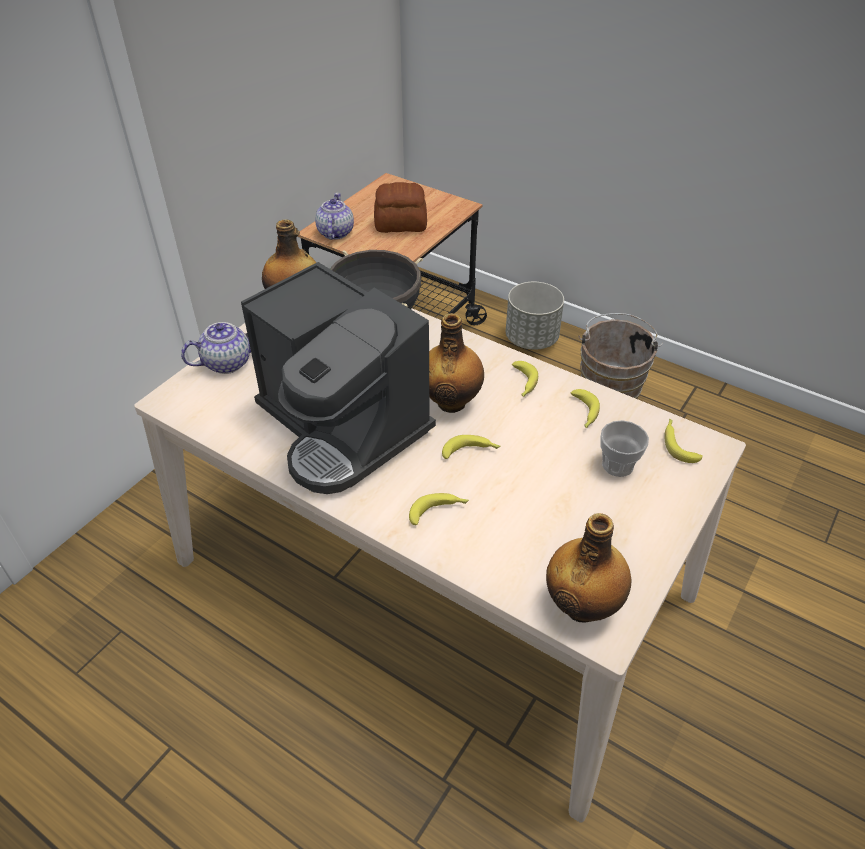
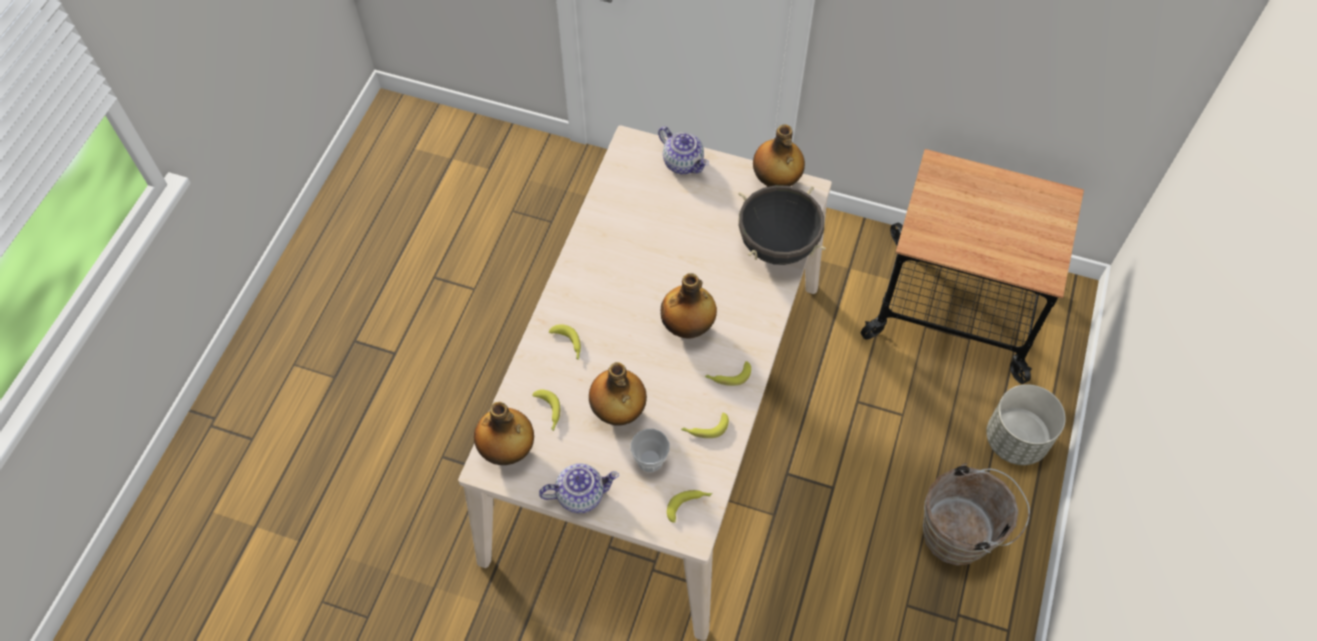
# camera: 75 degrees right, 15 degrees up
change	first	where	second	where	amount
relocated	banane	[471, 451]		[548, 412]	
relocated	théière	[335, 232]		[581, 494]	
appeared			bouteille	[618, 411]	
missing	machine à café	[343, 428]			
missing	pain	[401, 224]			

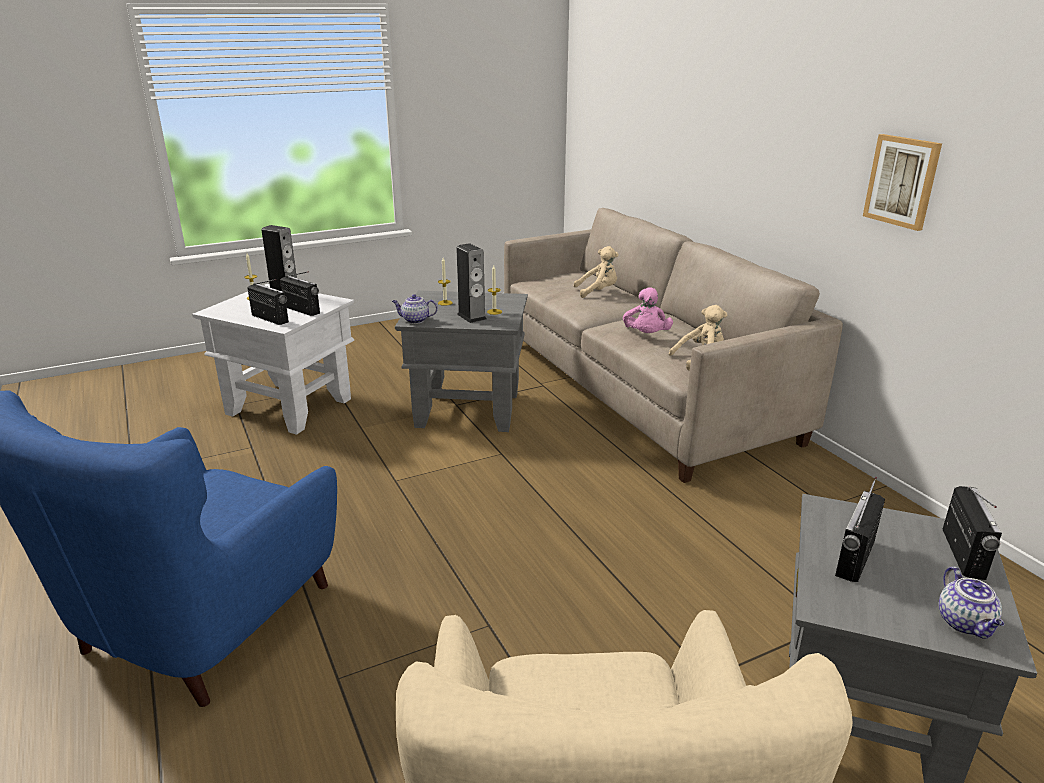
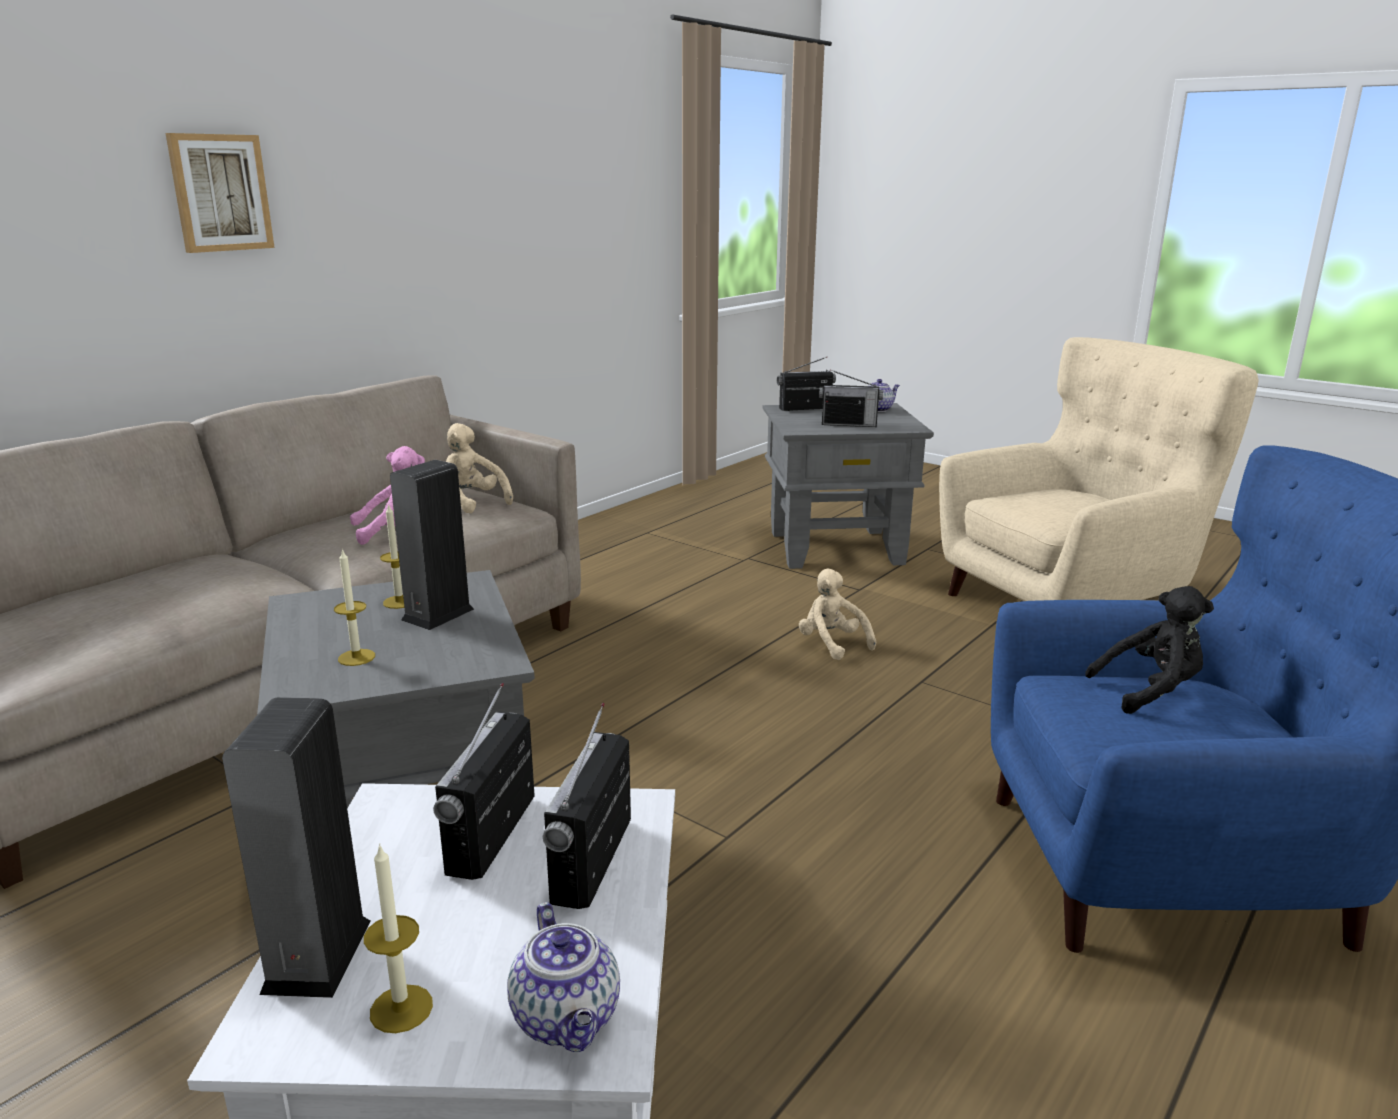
# camera: 115 degrees left, 5 degrees down
change	first	where	second	where	amount
relocated	tableau	[902, 181]		[220, 193]	
relocated	théière	[415, 320]		[568, 1019]	
relocated	peluche/beige	[598, 292]		[832, 644]	
appeared			peluche/noir	[1150, 691]	

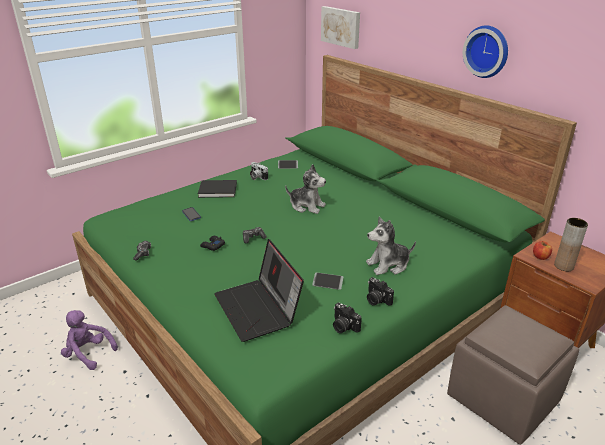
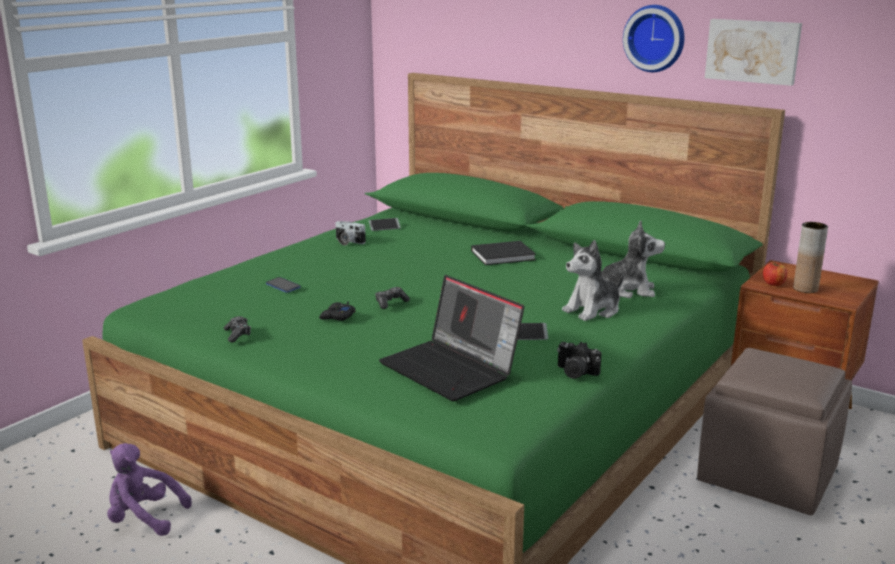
# camera: 15 degrees left, 10 degrees down
change	first	where	second	where	amount
relocated	livre/noir	[219, 190]		[504, 255]	
relocated	peluche	[307, 206]		[628, 290]	
relocated	tableau	[341, 26]		[753, 51]	
missing	appareil photo	[376, 300]			

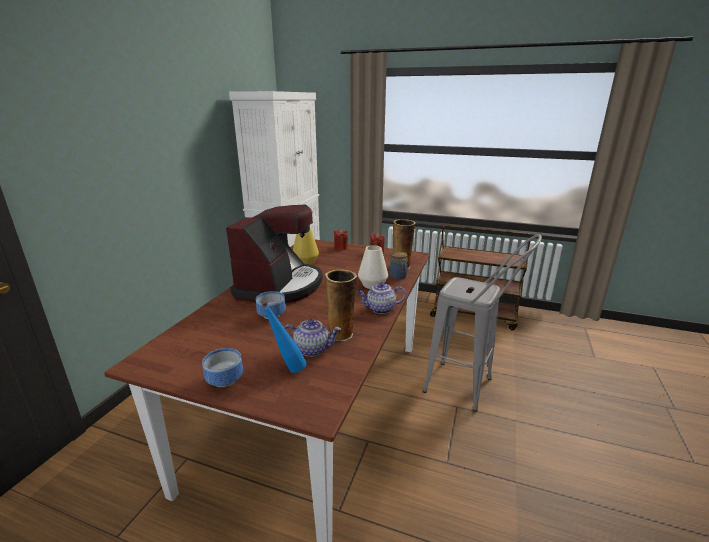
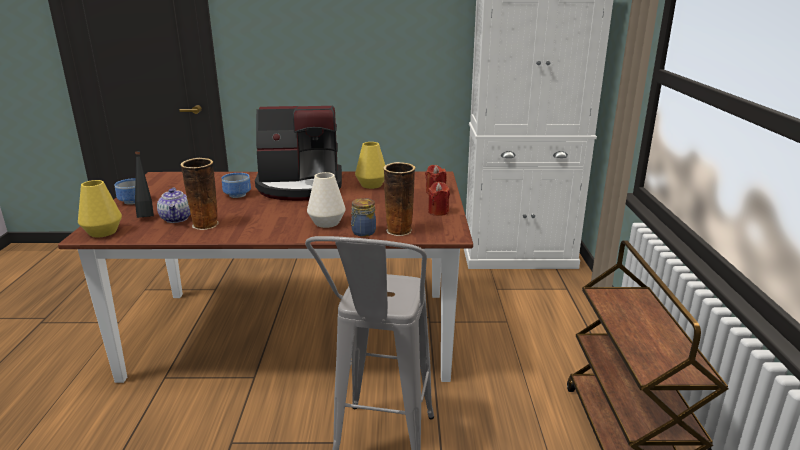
# camera: 70 degrees right, 0 degrees up
change	first	where	second	where	amount
appeared			vase/jaune	[103, 232]	
colour	bouteille/bleu	[287, 368]	bouteille/noir	[146, 216]	
missing	théière	[380, 309]			

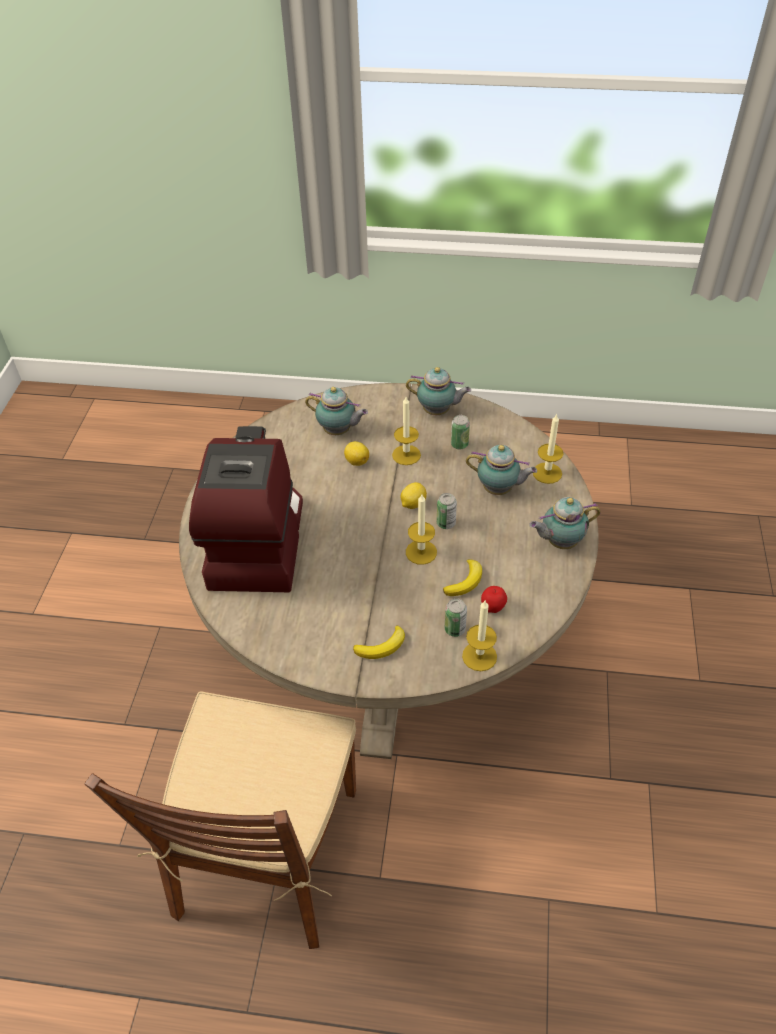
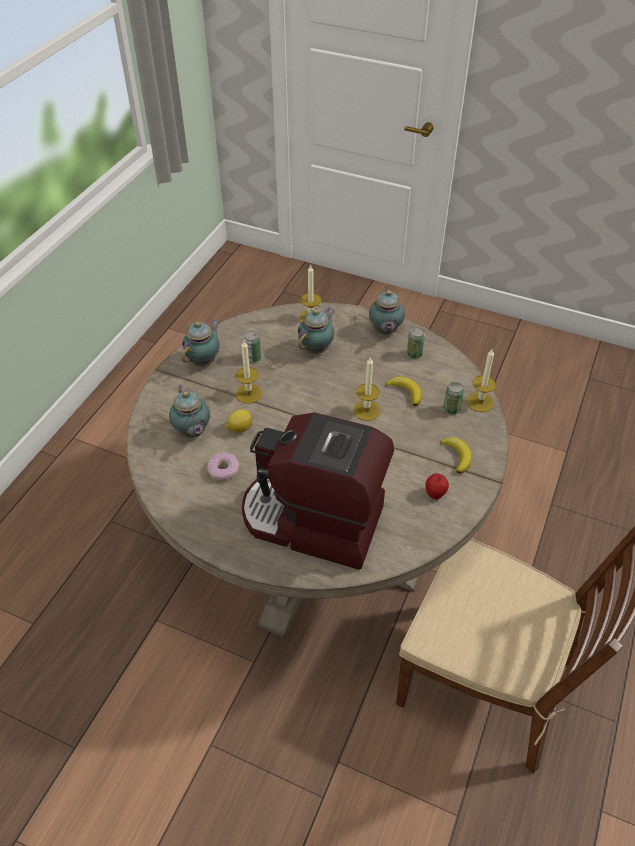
# camera: 75 degrees left, 0 degrees up
change	first	where	second	where	amount
spun	théière	[338, 431]		[192, 433]	120 degrees clockwise
appeared			beignet	[223, 470]	
relocated	boîte métallique	[446, 523]		[414, 354]	
relocated	pomme	[493, 608]		[435, 494]	
missing	citron	[412, 504]			

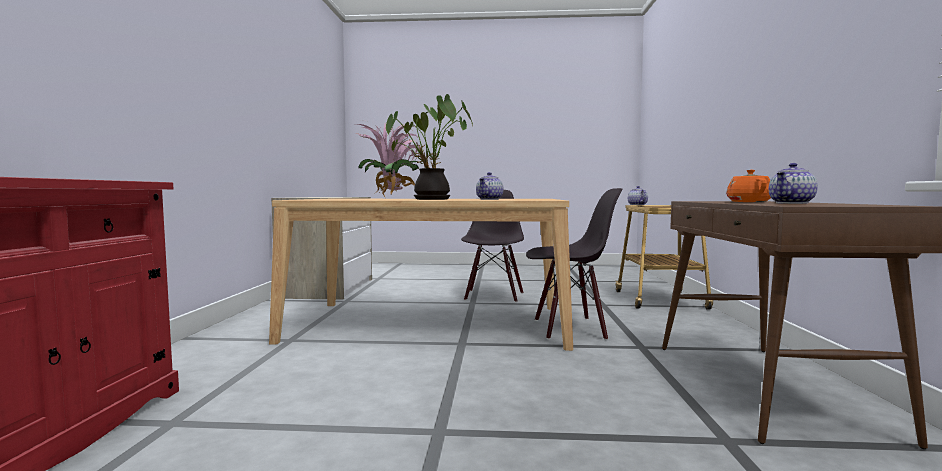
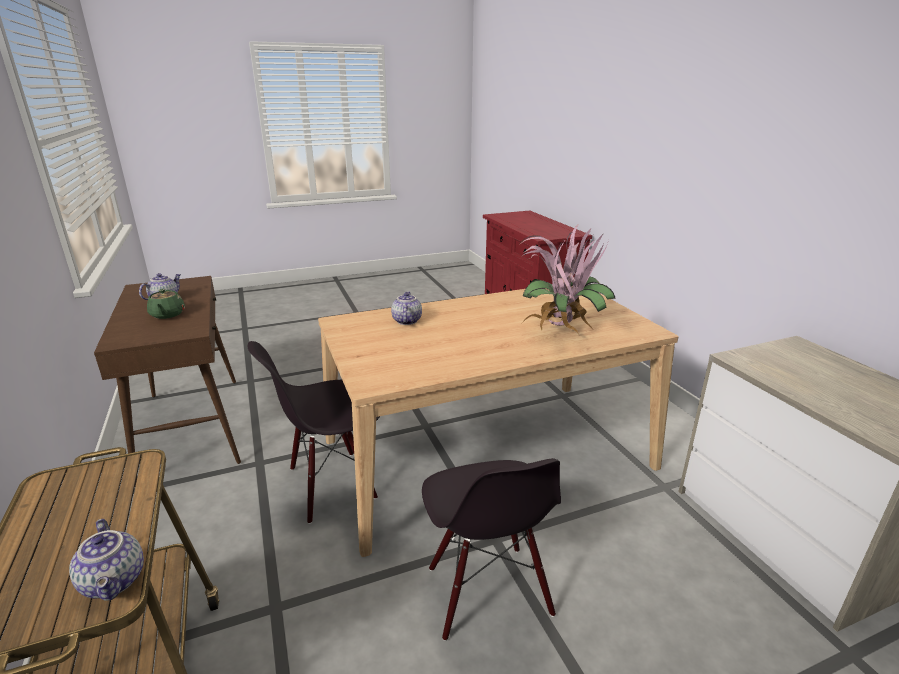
# camera: 155 degrees right, 20 degrees up
change	first	where	second	where	amount
colour	théière/orange	[748, 202]	théière/vert	[167, 315]	
missing	plante en pot	[430, 199]			

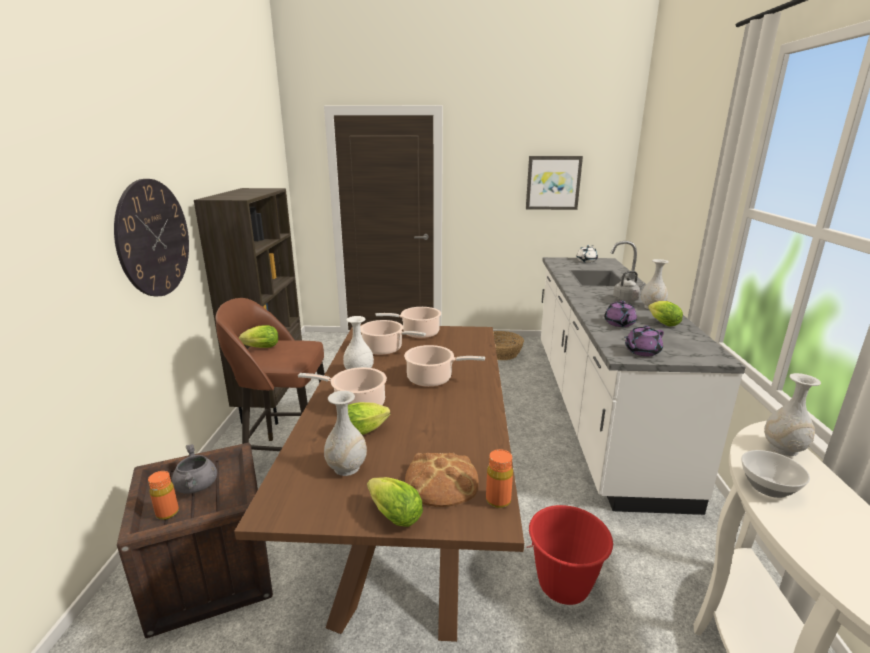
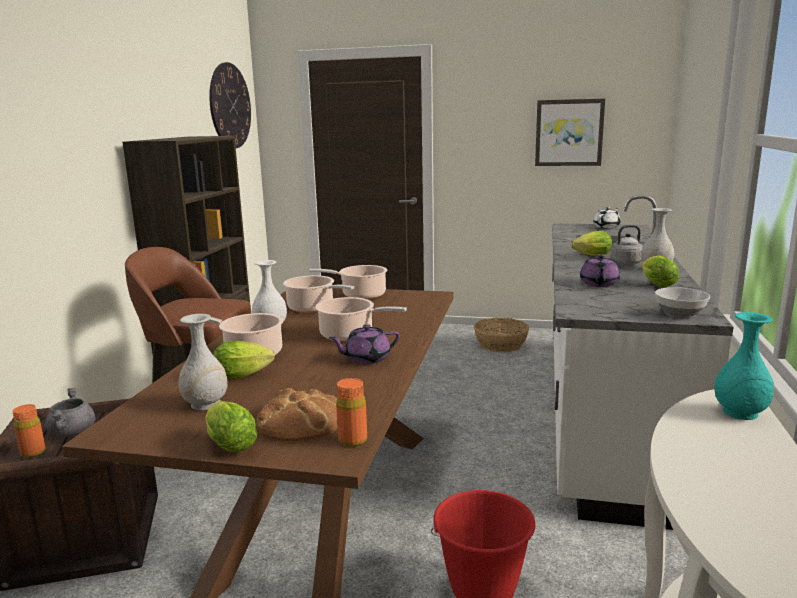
# camera: 10 degrees right, 5 degrees down
change	first	where	second	where	amount
relocated	horloge murale	[154, 238]		[230, 106]	
relocated	théière/violet	[641, 351]		[366, 358]	
relocated	laitue	[259, 348]		[590, 256]	
relocated	bol	[770, 487]		[681, 314]	
colour	vase/blanc	[784, 449]	vase/turquoise	[740, 413]	

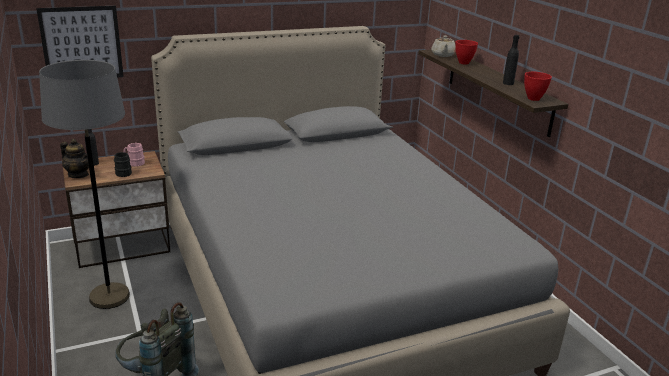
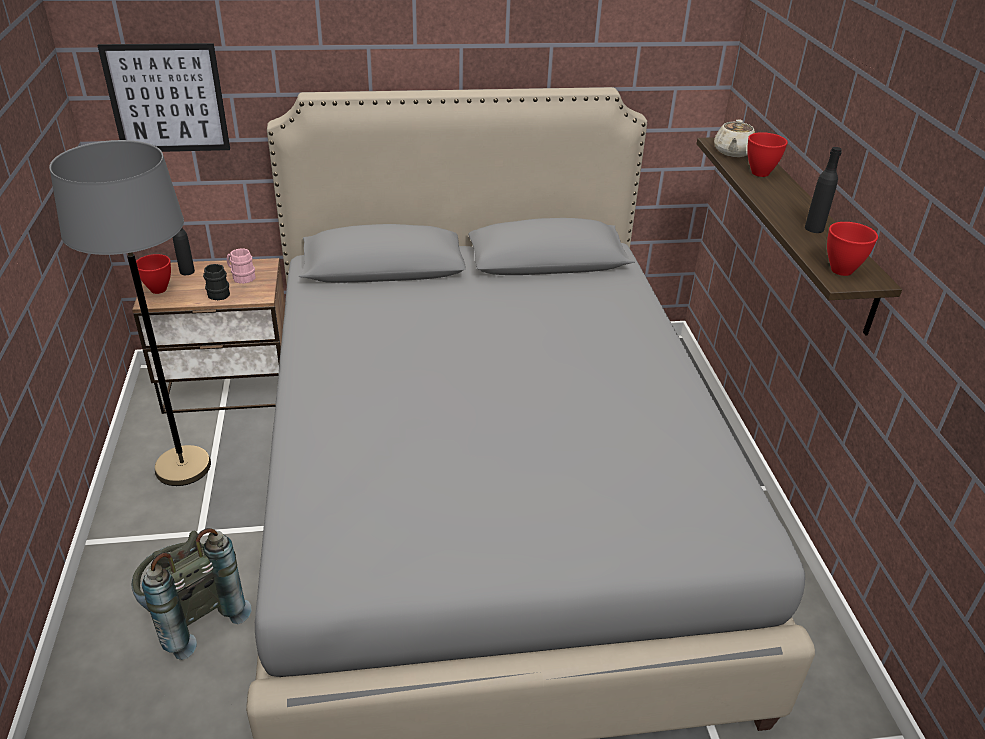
# camera: 15 degrees right, 10 degrees up
change	first	where	second	where	amount
exchanged	théière	[78, 174]	bol/rouge	[159, 289]	

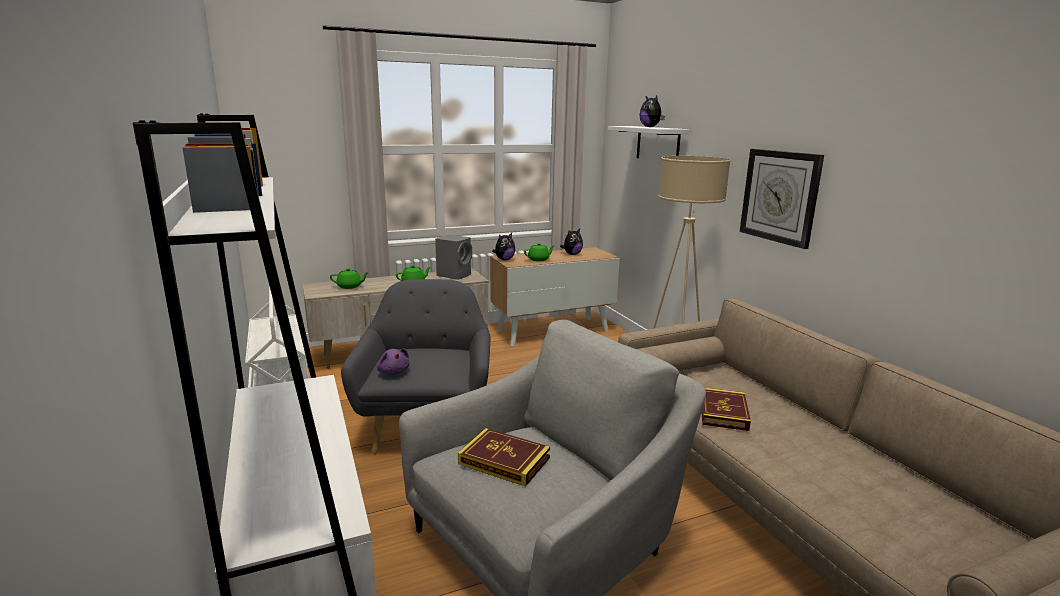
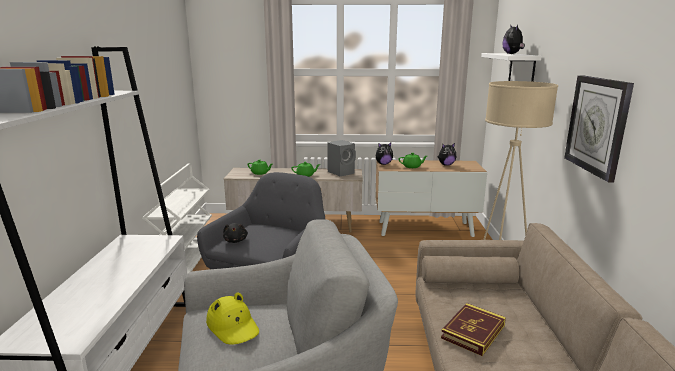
# camera: 25 degrees right, 0 degrees up
change	first	where	second	where	amount
exchanged	livre	[504, 461]	chapeau/jaune	[233, 326]	
colour	peluche/violet	[393, 372]	peluche/noir	[236, 240]	

